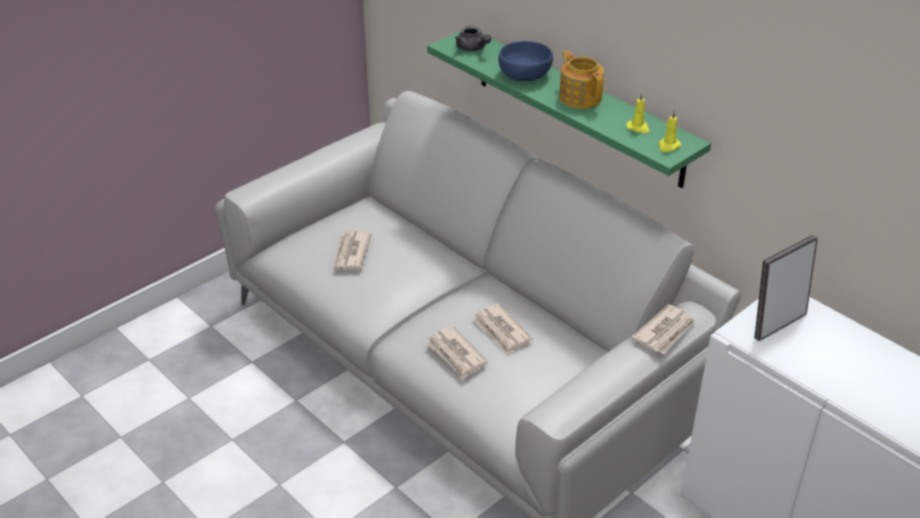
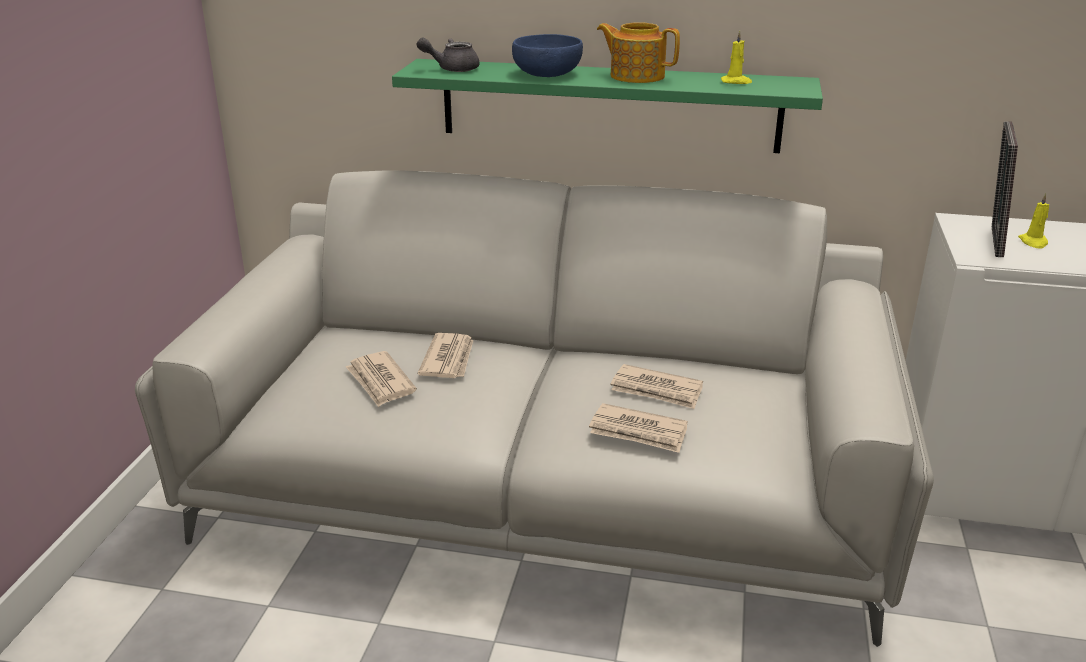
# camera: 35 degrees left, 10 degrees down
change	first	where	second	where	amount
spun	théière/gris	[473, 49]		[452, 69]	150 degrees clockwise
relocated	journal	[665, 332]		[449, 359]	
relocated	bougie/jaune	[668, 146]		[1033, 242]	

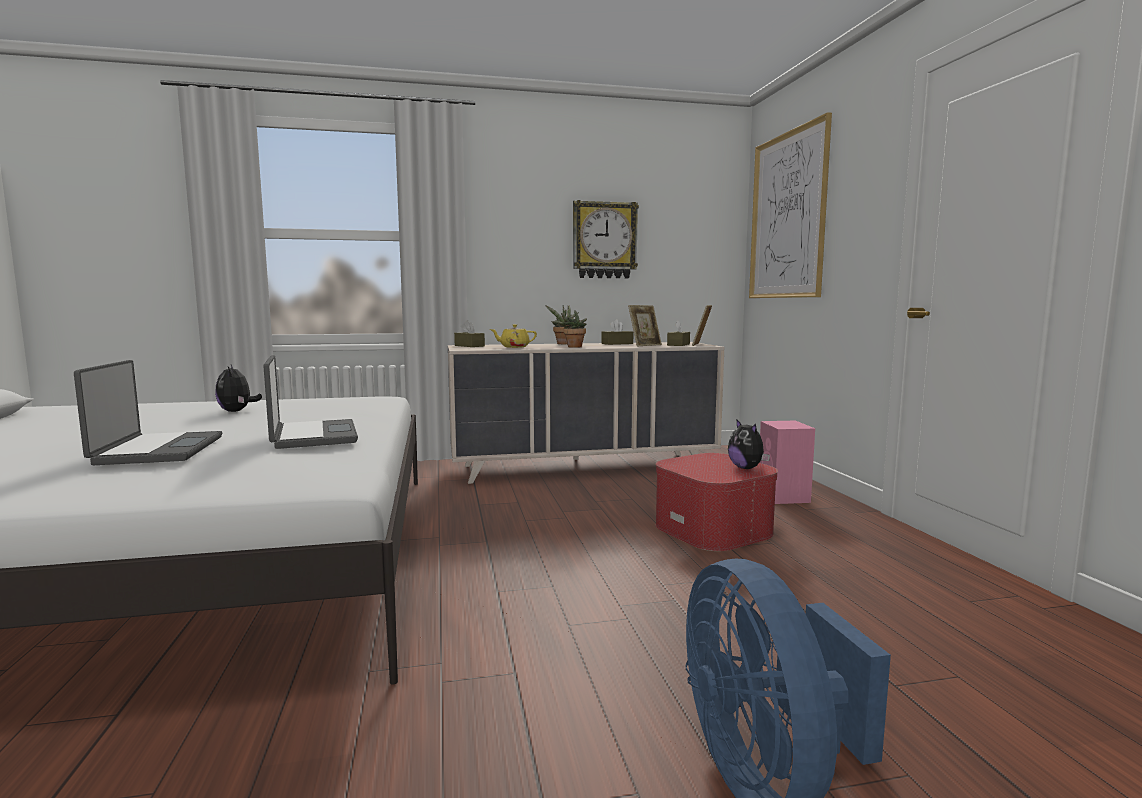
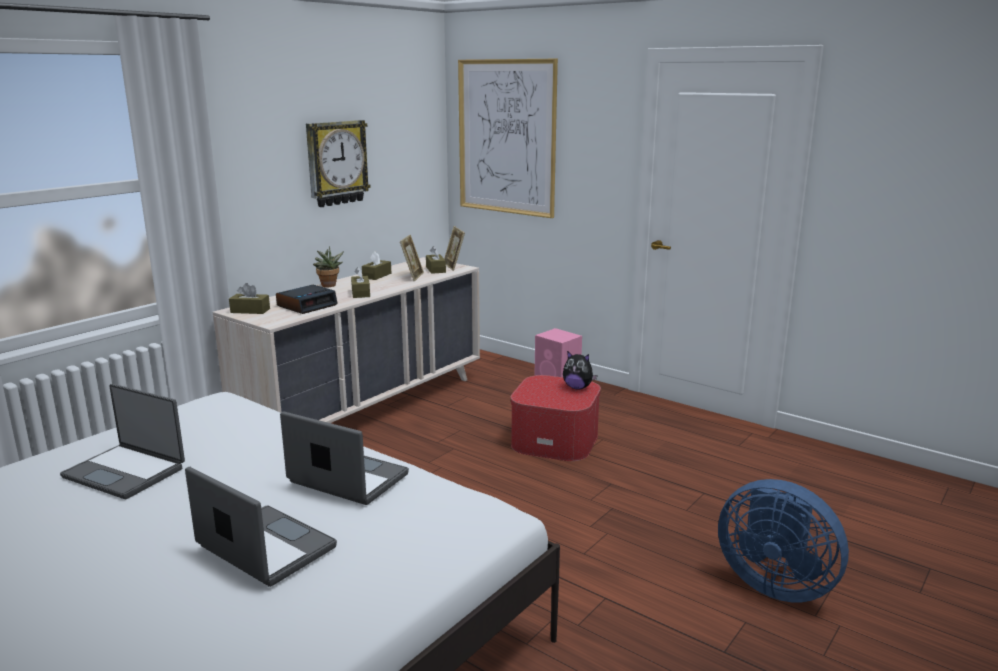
# camera: 40 degrees left, 10 degrees up
change	first	where	second	where	amount
exchanged	peluche	[237, 411]	ordinateur portable	[126, 472]	
exchanged	théière/jaune	[514, 347]	réveil	[307, 305]	
exchanged	plante en pot	[573, 347]	boîte à mouchoirs/marron	[360, 293]	

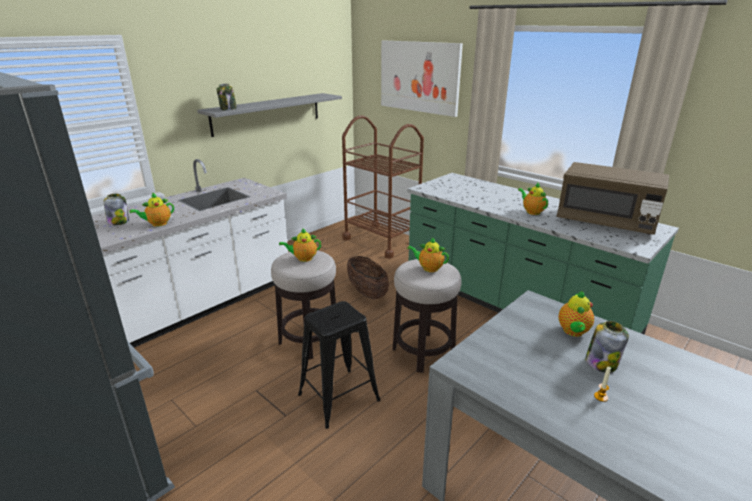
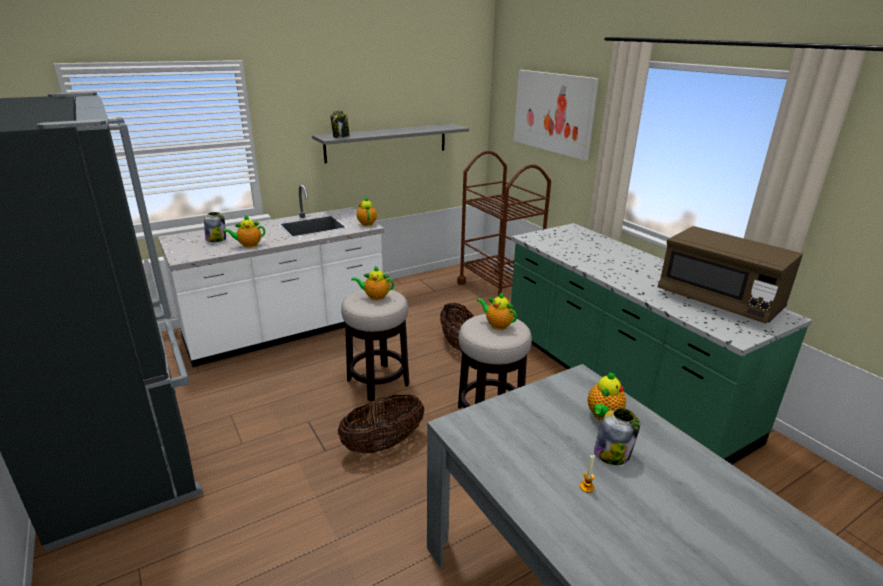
# camera: 15 degrees right, 0 degrees up
change	first	where	second	where	amount
exchanged	tabouret/noir	[339, 397]	panier	[383, 444]	
relocated	théière	[532, 211]		[367, 223]	

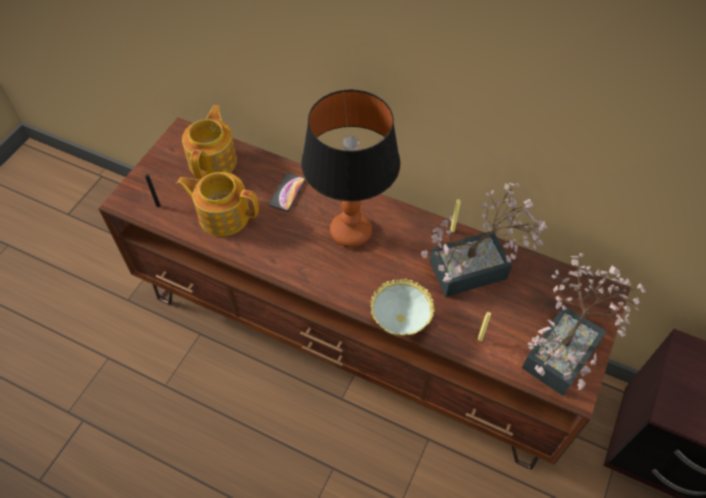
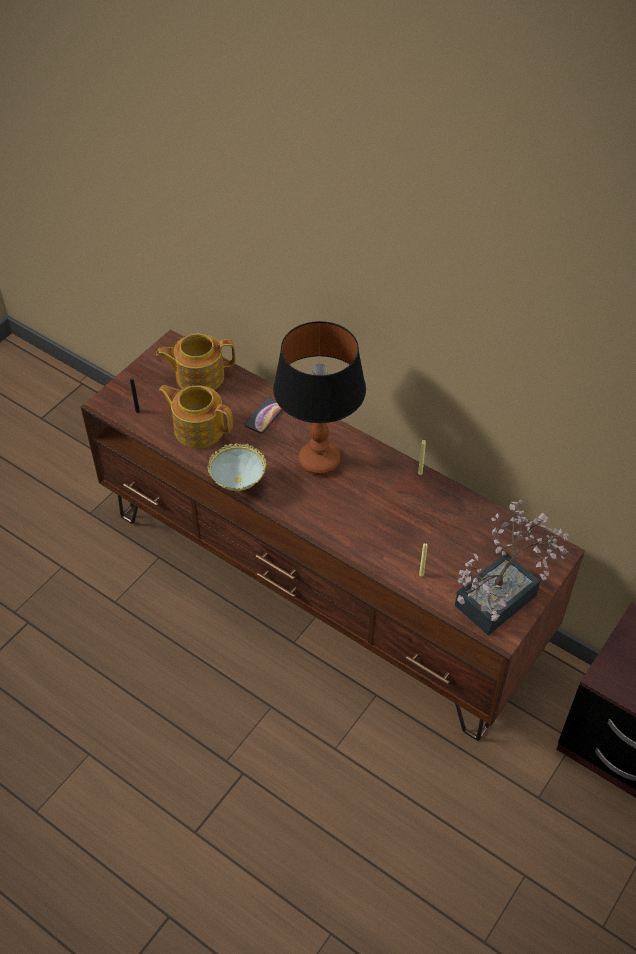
# camera: 10 degrees right, 5 degrees down
change	first	where	second	where	amount
spun	théière	[214, 161]		[198, 376]	120 degrees counterclockwise
relocated	bol	[400, 322]		[238, 485]	
missing	plante en pot	[477, 268]			

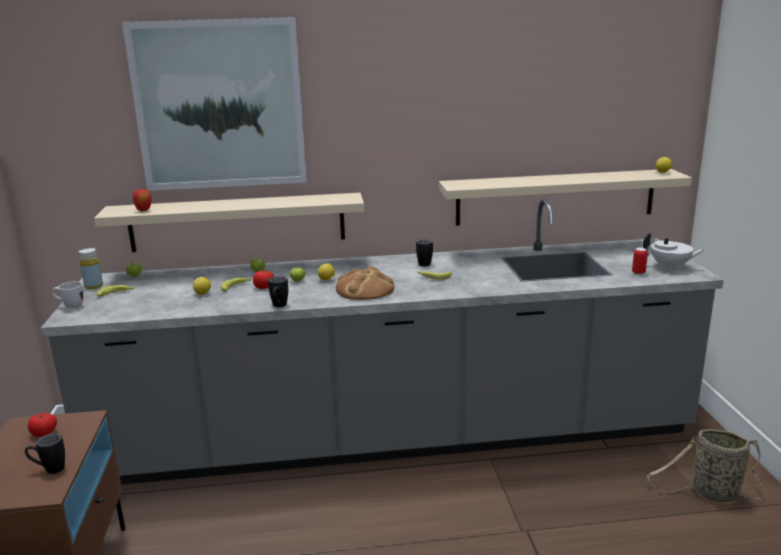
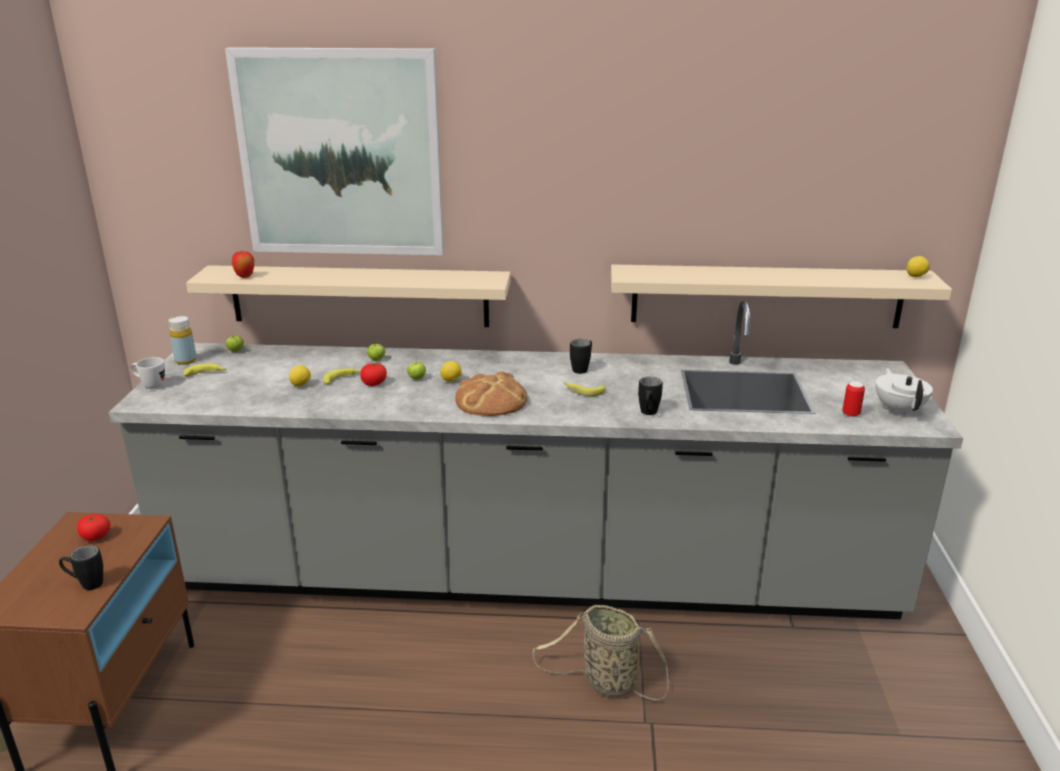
# camera: 10 degrees right, 5 degrees up
change	first	where	second	where	amount
relocated	panier	[711, 493]		[605, 683]	
relocated	mug/noir	[278, 306]		[648, 414]	
spun	théière/blanc	[670, 267]		[899, 409]	120 degrees counterclockwise

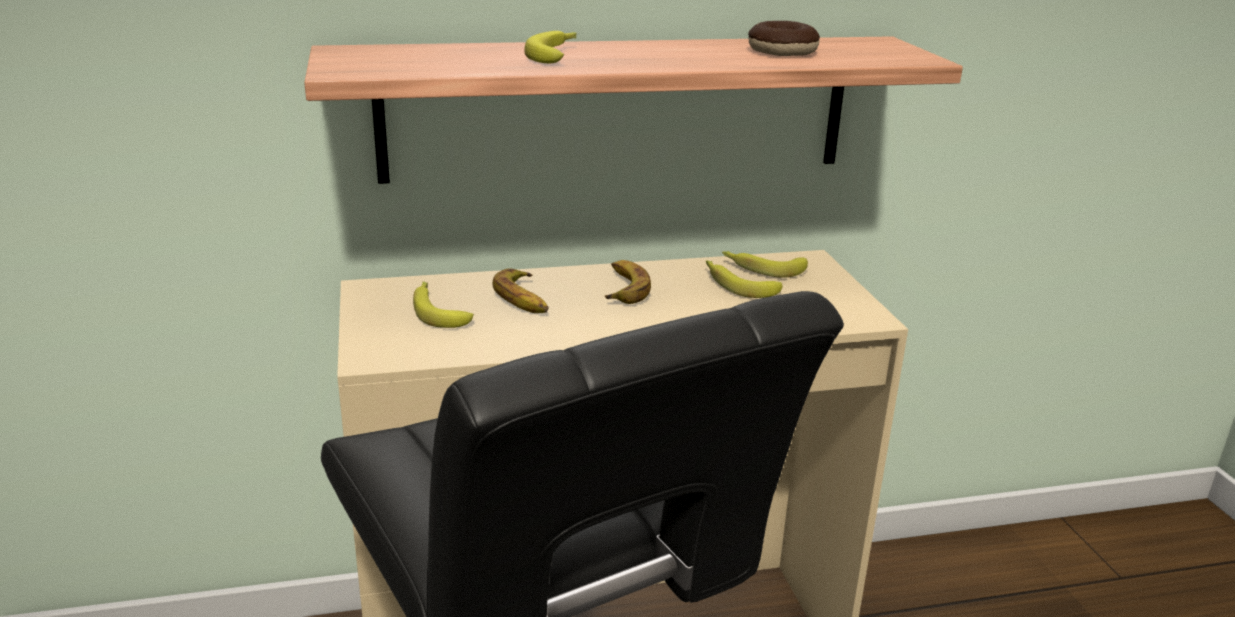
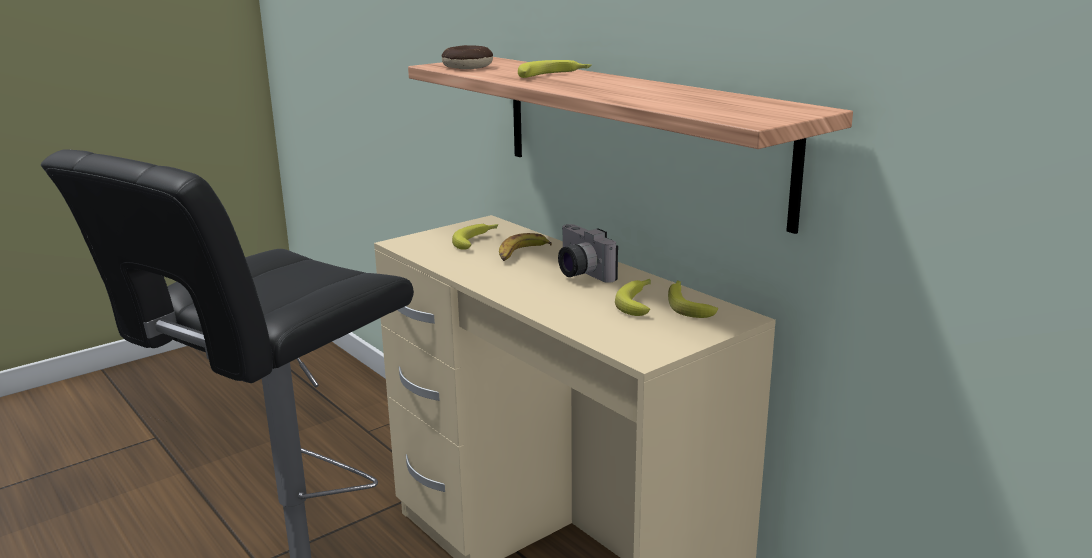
# camera: 65 degrees right, 5 degrees down
change	first	where	second	where	amount
relocated	beignet	[782, 51]		[467, 66]	
exchanged	banane	[624, 288]	appareil photo	[578, 273]	

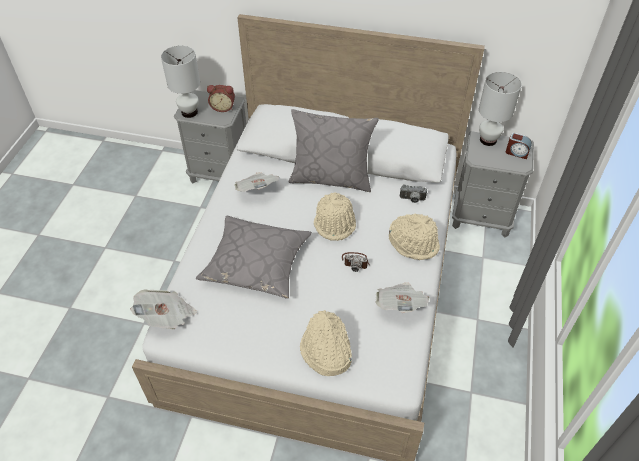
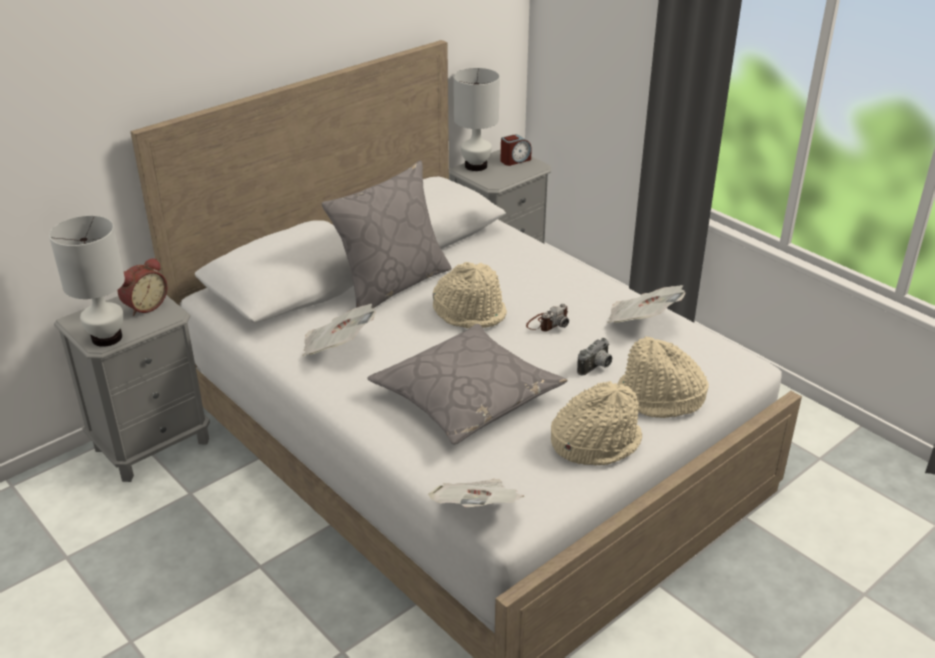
# camera: 55 degrees left, 15 degrees down
change	first	where	second	where	amount
relocated	chapeau/beige	[414, 243]		[595, 442]	
relocated	appareil photo	[412, 200]		[596, 368]	

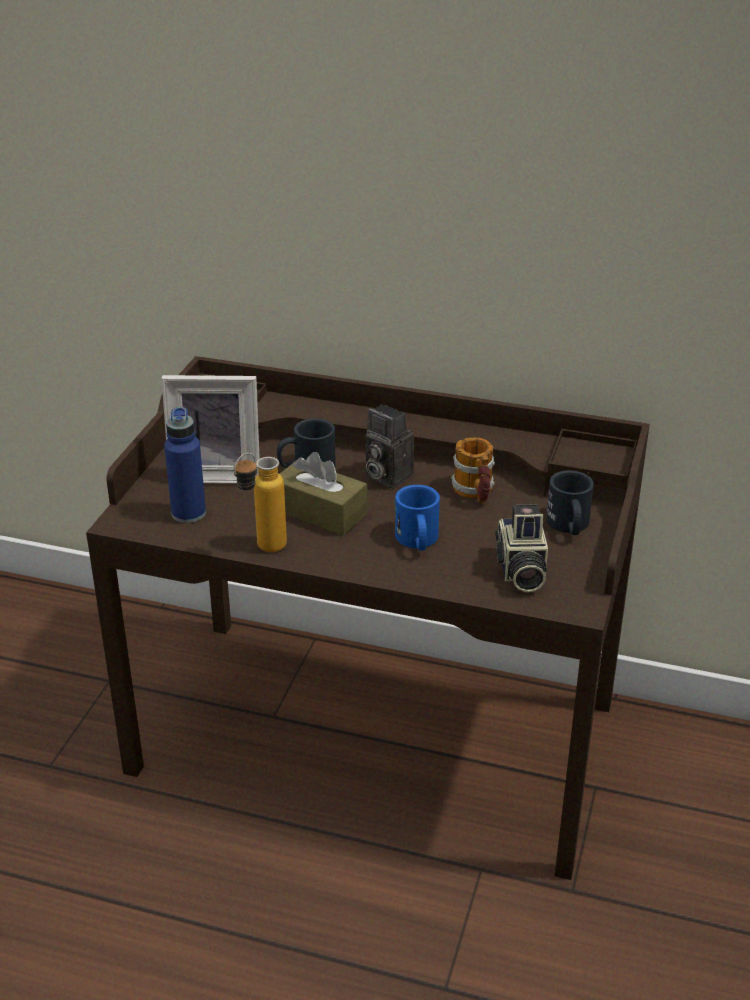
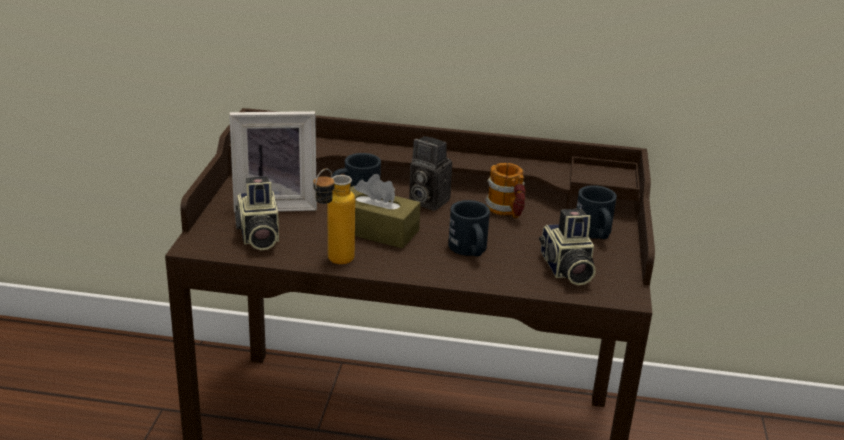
# camera: 10 degrees left, 5 degrees down
change	first	where	second	where	amount
exchanged	bouteille/bleu	[188, 513]	appareil photo	[258, 236]	
colour	mug/bleu	[418, 541]	mug/noir	[470, 250]	

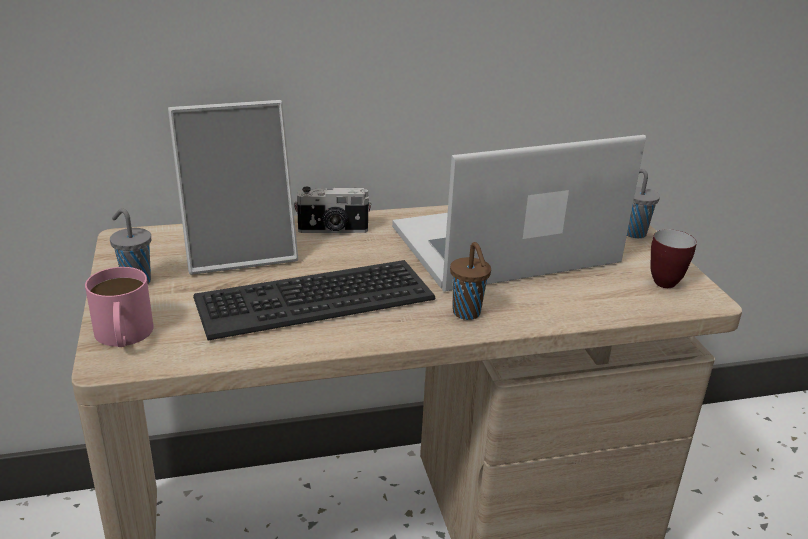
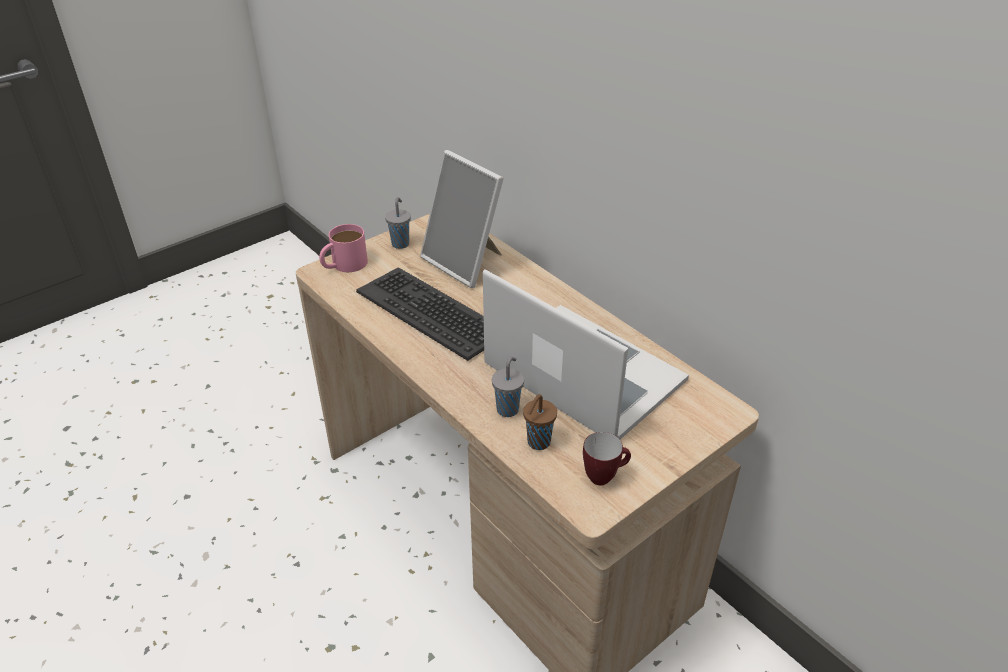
# camera: 65 degrees right, 10 degrees up
change	first	where	second	where	amount
relocated	tasse/gris	[633, 233]		[508, 408]	
relocated	tasse/marron	[467, 314]		[538, 443]	
missing	appareil photo	[333, 230]			

